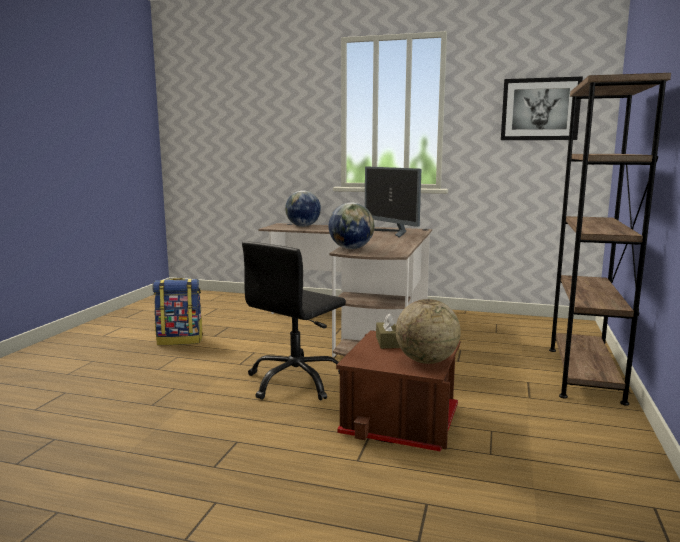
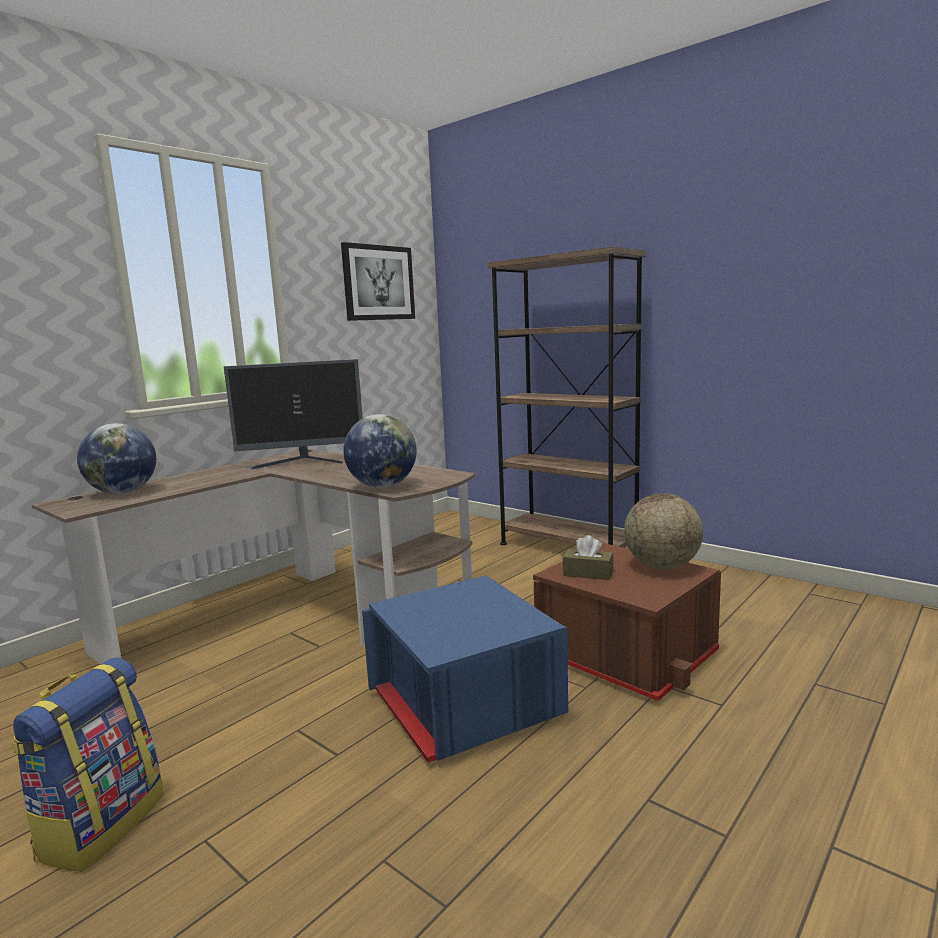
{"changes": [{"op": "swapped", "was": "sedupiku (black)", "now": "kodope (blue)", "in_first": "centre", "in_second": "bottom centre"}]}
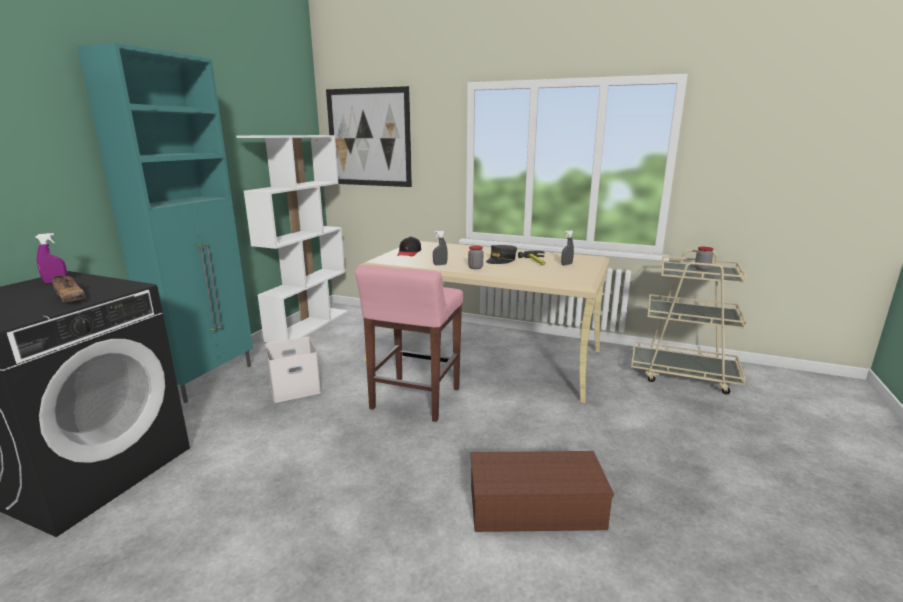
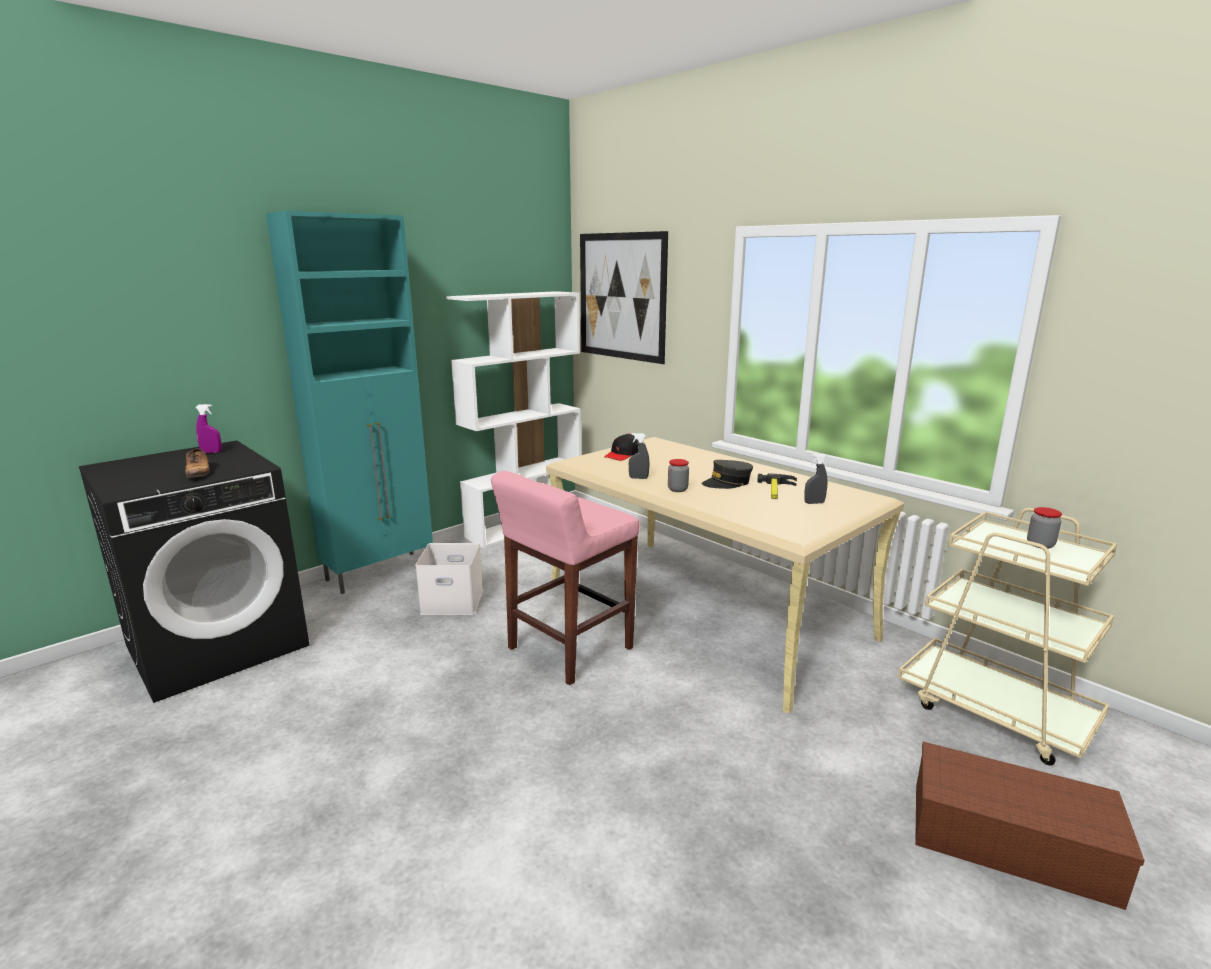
{"changes": [{"op": "shifted", "was": "kodope (brown)", "in_first": "bottom centre", "in_second": "bottom right"}]}
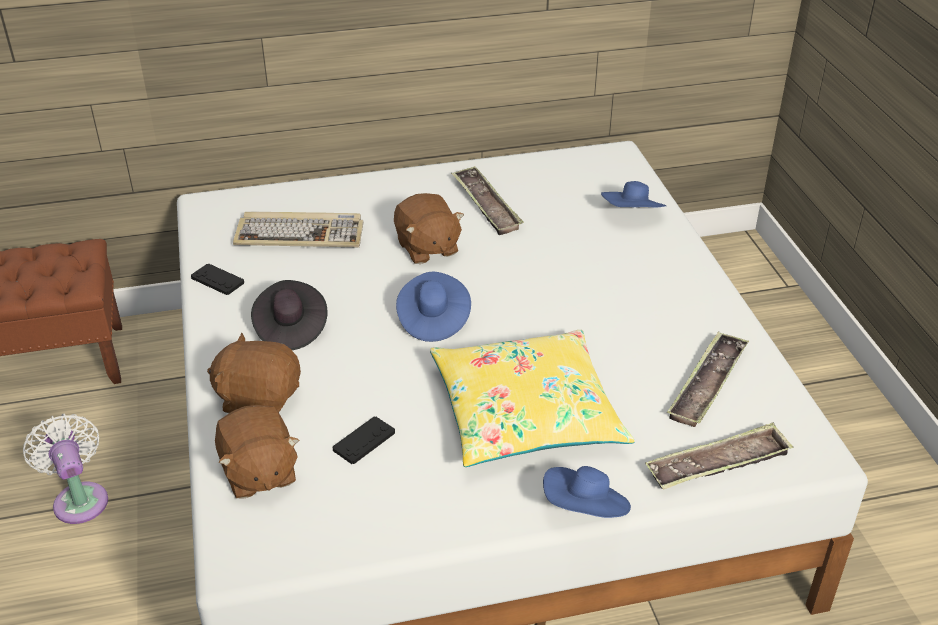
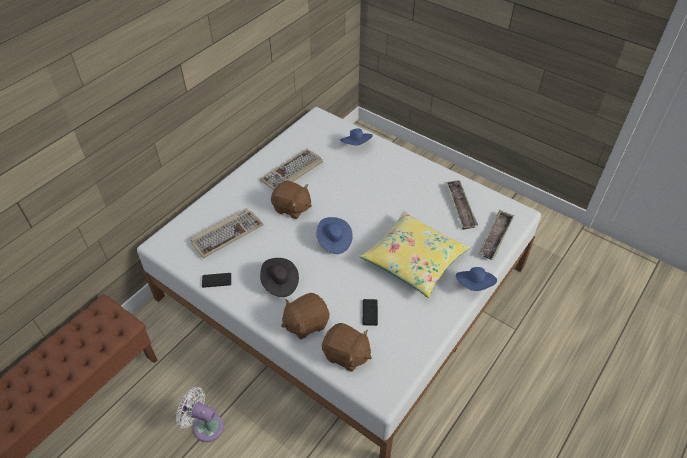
{"changes": [{"op": "swapped", "was": "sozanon (no. 1 from left)", "now": "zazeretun (no. 2 from left)", "in_first": "top centre", "in_second": "centre"}]}
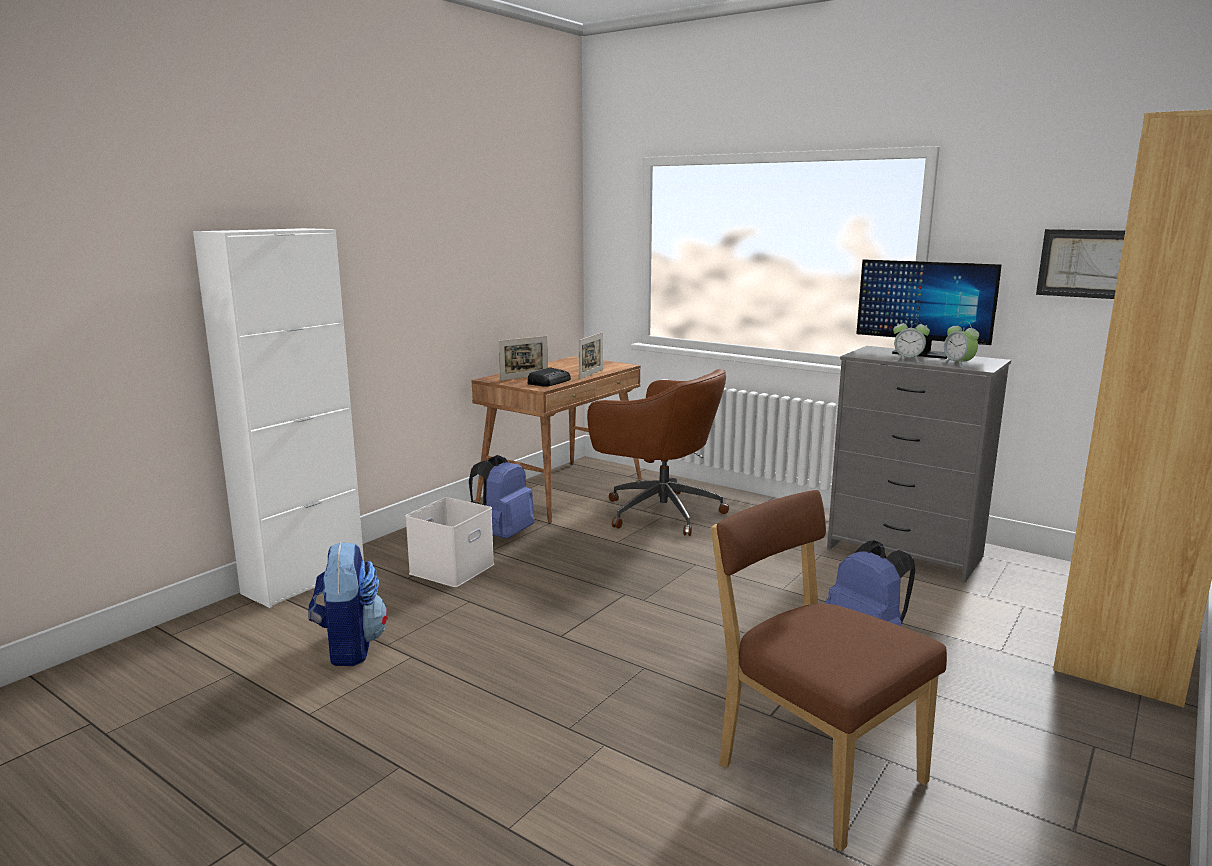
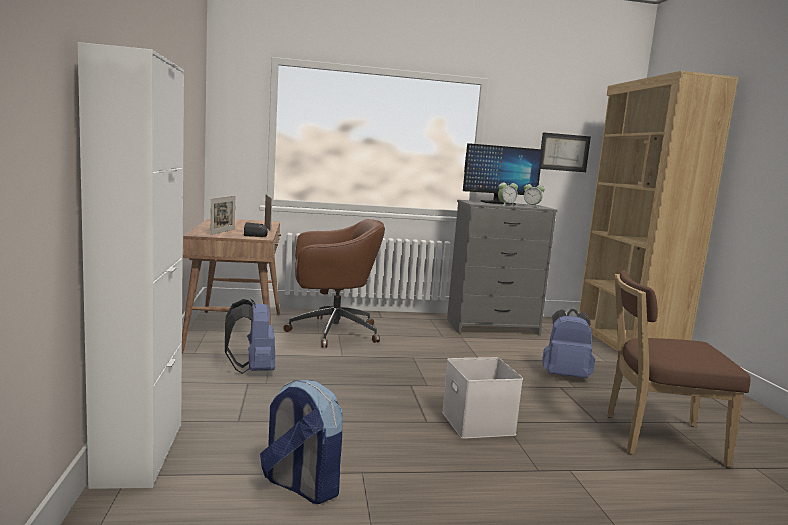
{"changes": [{"op": "shifted", "was": "kodope (white)", "in_first": "centre", "in_second": "bottom centre"}]}
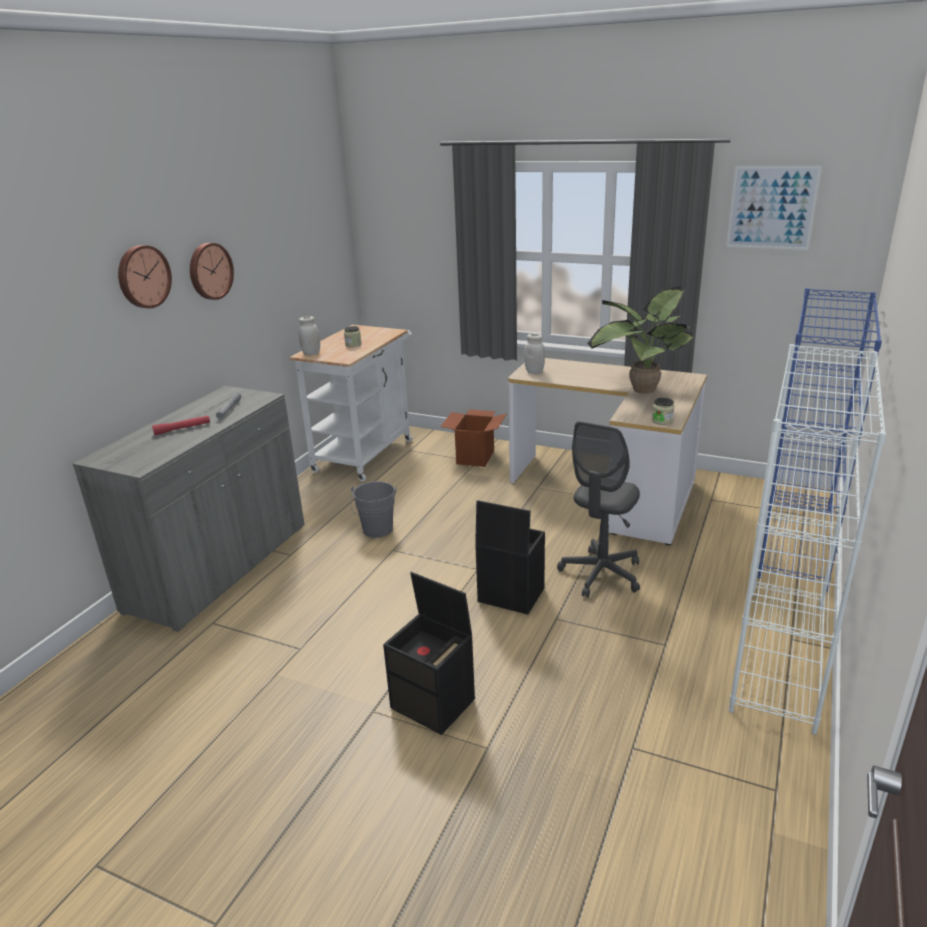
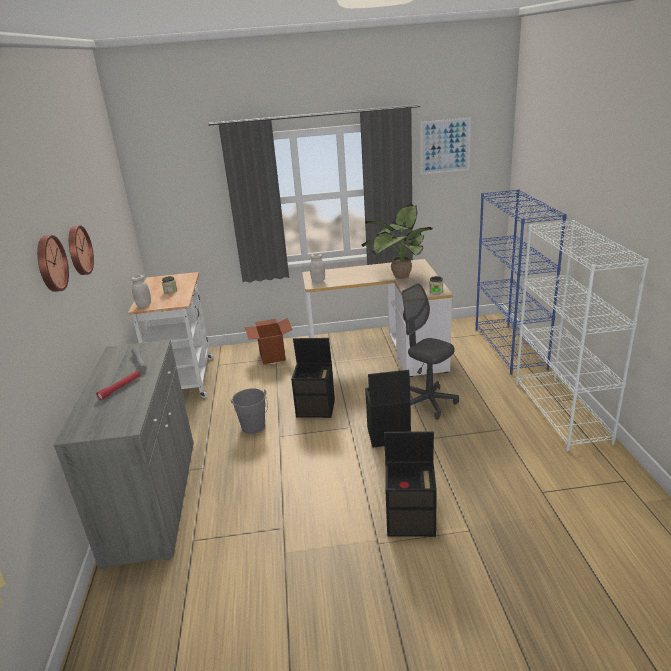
{"changes": [{"op": "rotated", "was": "sedupiku (grey)", "in_first": "centre", "in_second": "centre", "clockwise": 135}, {"op": "new", "now": "kodope (black) (no. 1 from left)", "in_second": "centre"}]}
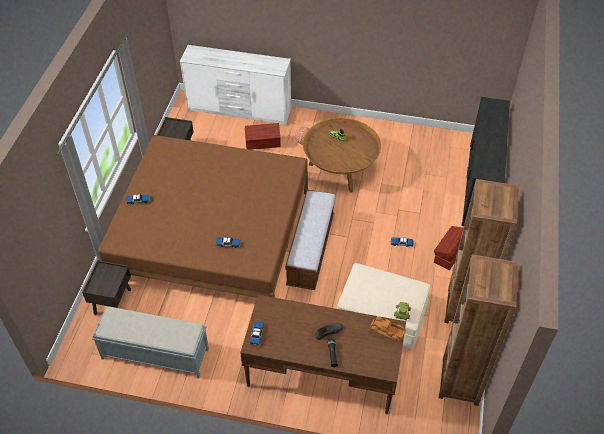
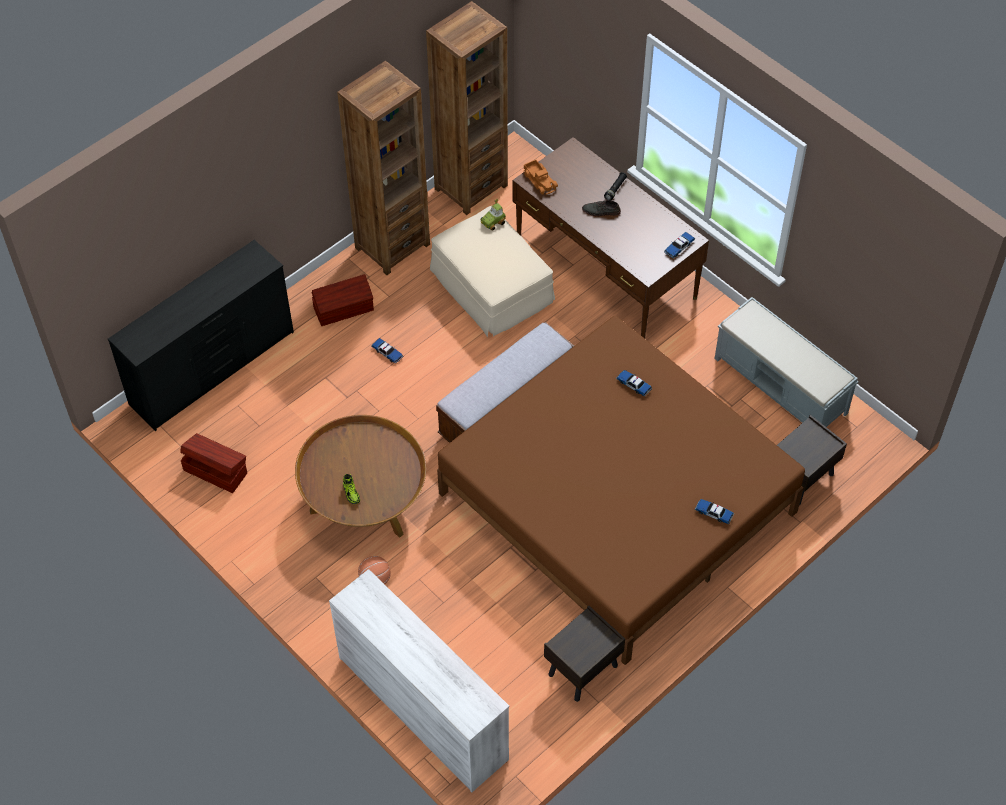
{"changes": [{"op": "shifted", "was": "kodope (brown) (no. 1 from left)", "in_first": "top centre", "in_second": "middle left"}]}
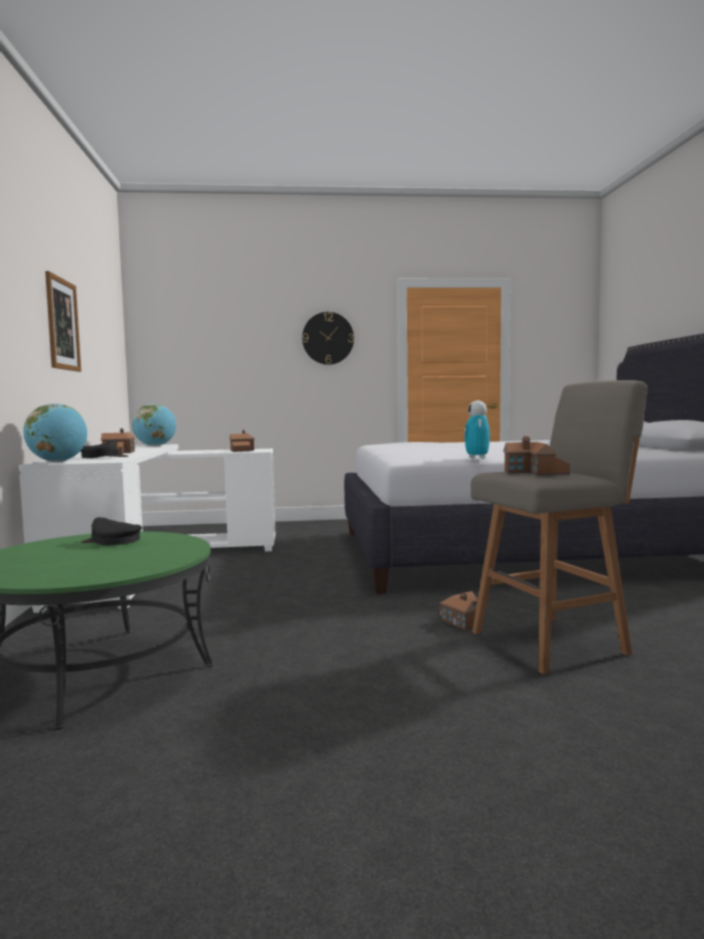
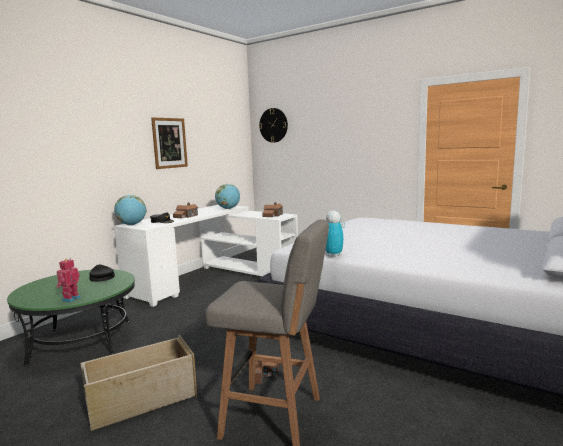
{"changes": [{"op": "shifted", "was": "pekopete", "in_first": "centre", "in_second": "top centre"}, {"op": "gone", "was": "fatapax (no. 4 from left)", "in_first": "middle right"}, {"op": "new", "now": "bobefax (no. 1 from left)", "in_second": "middle left"}, {"op": "new", "now": "kodope (beige)", "in_second": "bottom left"}]}
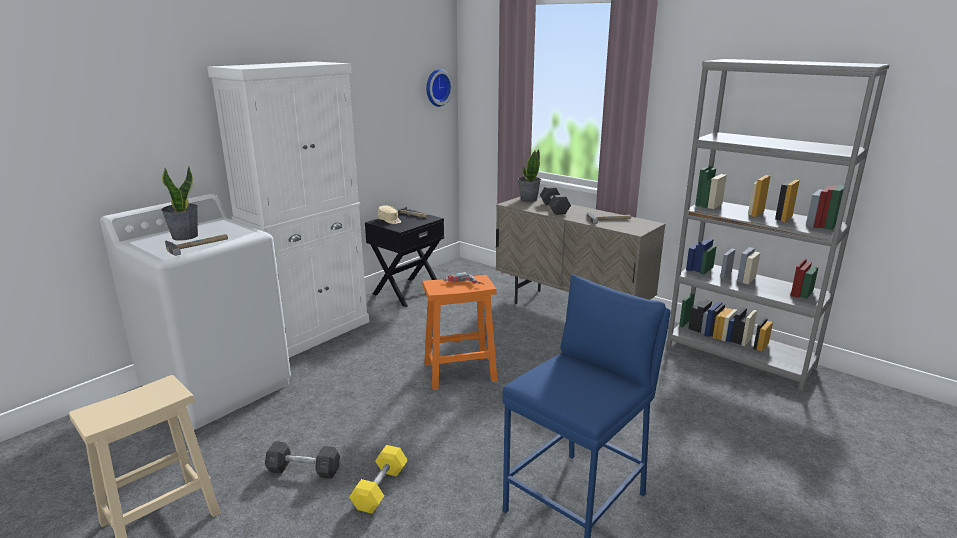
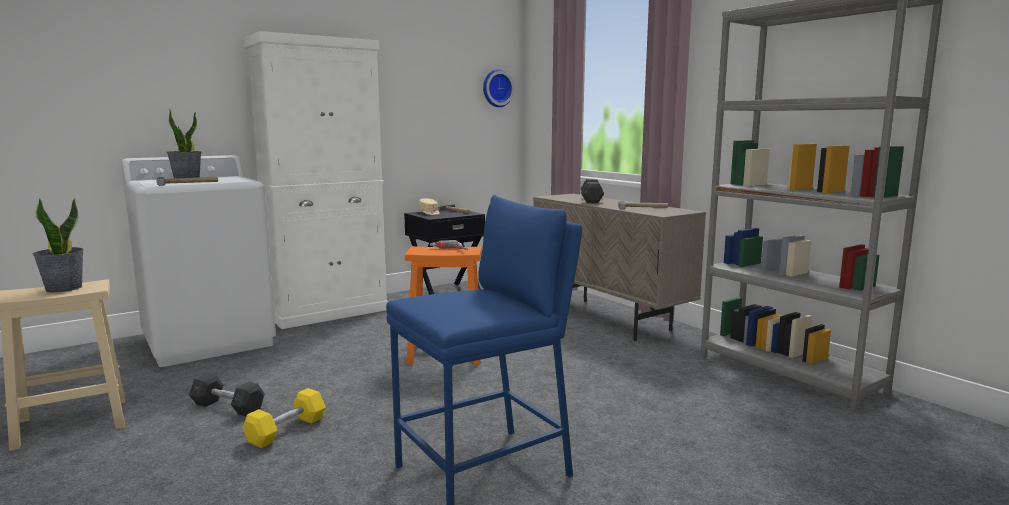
{"changes": [{"op": "shifted", "was": "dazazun (no. 2 from left in the first image)", "now": "dazazun (no. 1 from left)", "in_first": "top centre", "in_second": "middle left"}]}
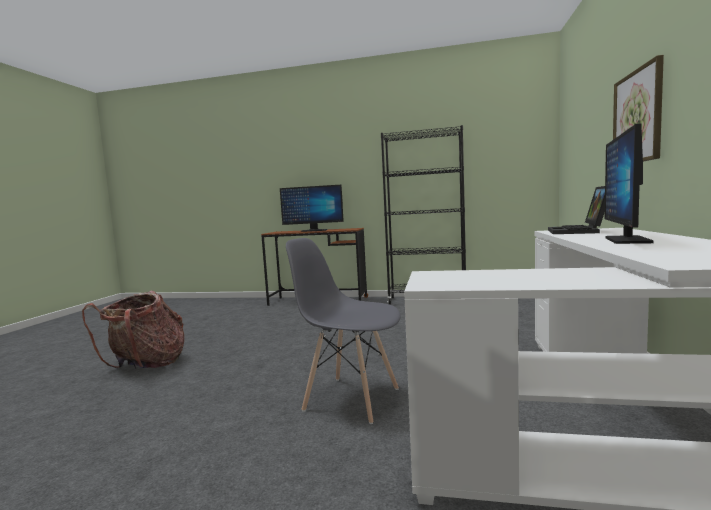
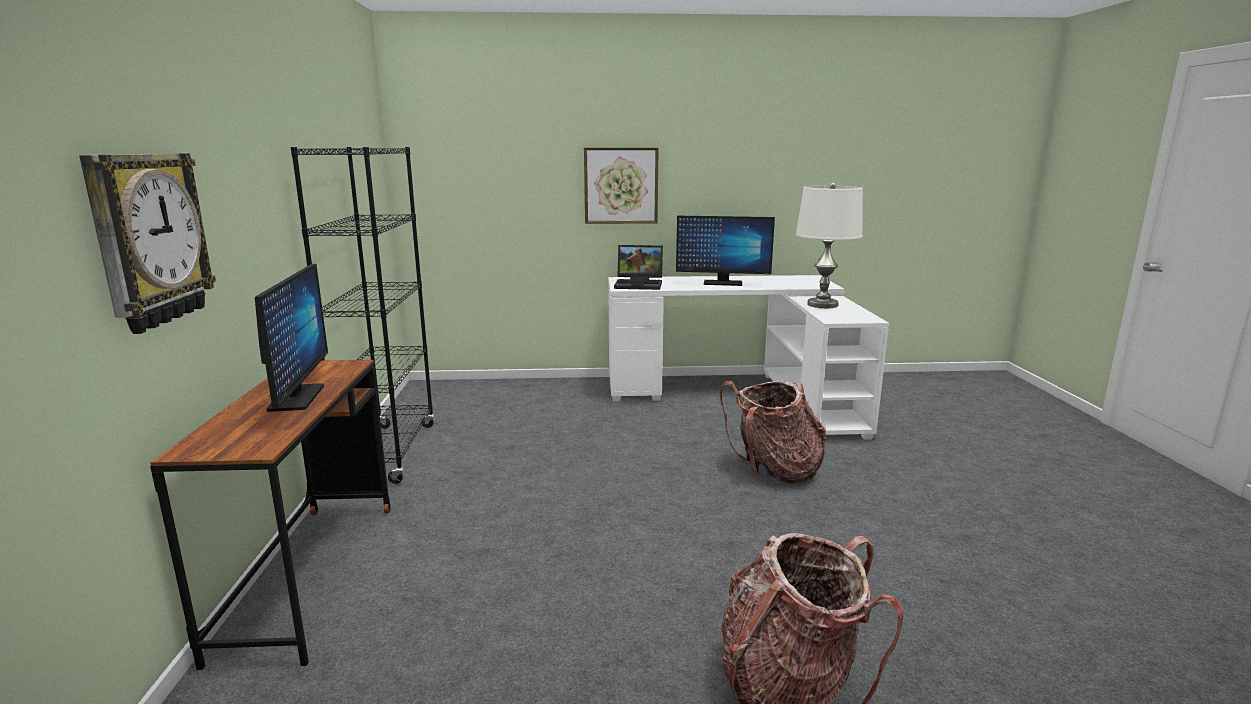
{"changes": [{"op": "swapped", "was": "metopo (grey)", "now": "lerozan (no. 1 from left)", "in_first": "centre", "in_second": "centre"}, {"op": "new", "now": "pekopete", "in_second": "middle left"}, {"op": "new", "now": "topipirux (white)", "in_second": "centre"}]}
